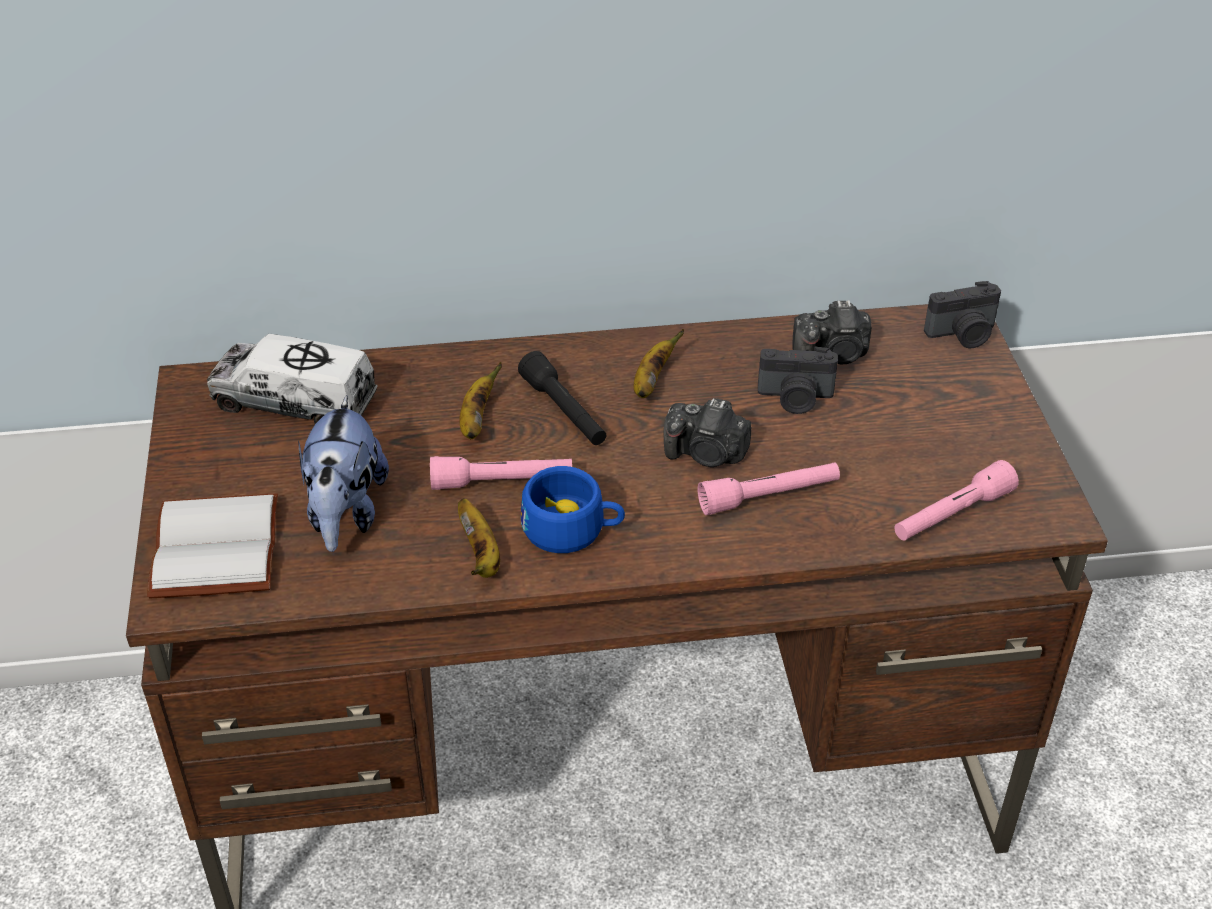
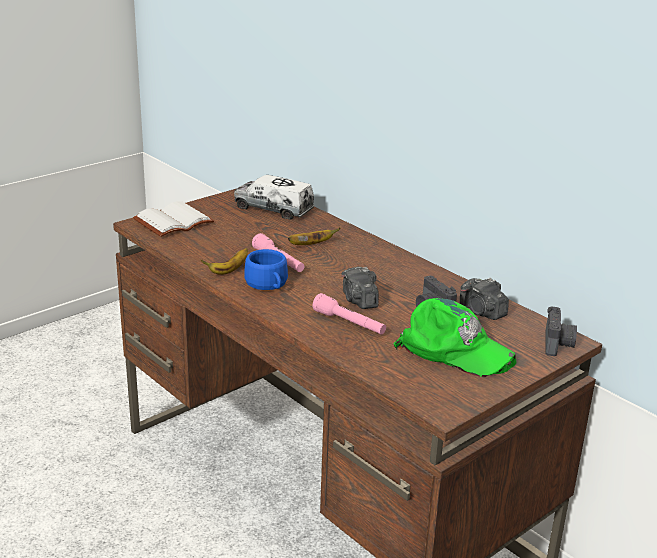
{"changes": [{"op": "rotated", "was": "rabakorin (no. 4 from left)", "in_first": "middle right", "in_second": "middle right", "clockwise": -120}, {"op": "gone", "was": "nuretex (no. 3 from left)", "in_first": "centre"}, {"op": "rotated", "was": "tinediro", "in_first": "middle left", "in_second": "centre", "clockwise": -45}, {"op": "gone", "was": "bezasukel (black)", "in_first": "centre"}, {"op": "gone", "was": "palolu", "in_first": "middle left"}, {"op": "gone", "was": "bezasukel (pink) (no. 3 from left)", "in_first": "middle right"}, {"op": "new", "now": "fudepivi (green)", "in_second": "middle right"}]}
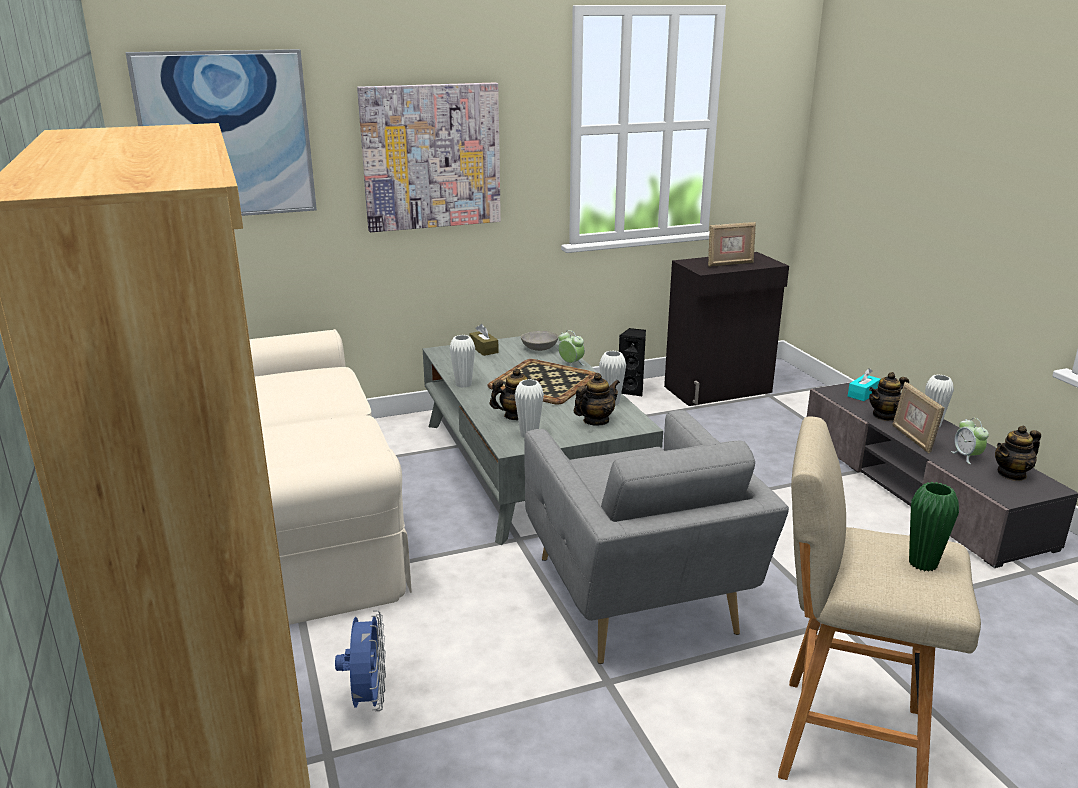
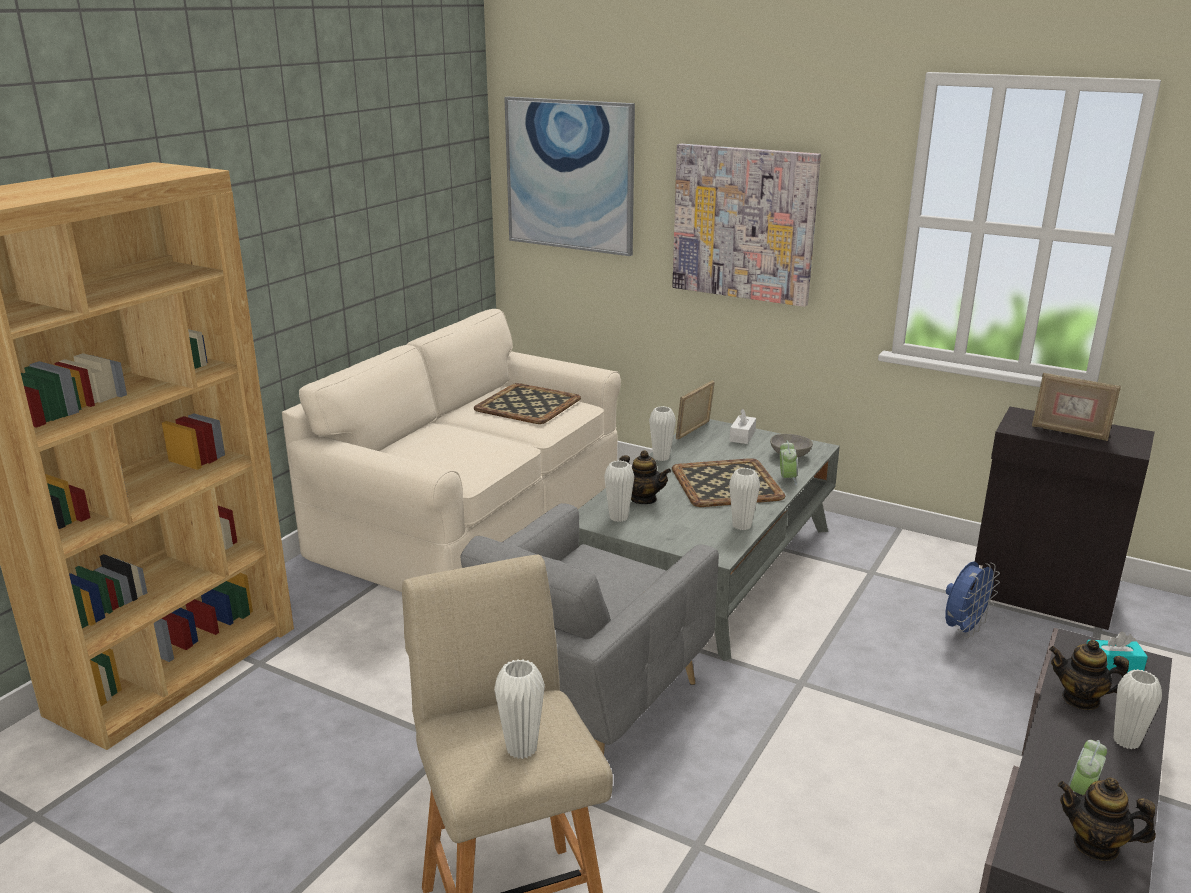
{"changes": [{"op": "repainted", "was": "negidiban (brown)", "now": "negidiban (white)", "in_first": "centre", "in_second": "centre"}, {"op": "gone", "was": "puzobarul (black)", "in_first": "centre"}, {"op": "gone", "was": "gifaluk (no. 2 from left)", "in_first": "centre"}, {"op": "shifted", "was": "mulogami (no. 2 from left in the first image)", "now": "mulogami (no. 1 from left)", "in_first": "middle right", "in_second": "centre"}, {"op": "repainted", "was": "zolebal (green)", "now": "zolebal (white) (no. 1 from left)", "in_first": "bottom right", "in_second": "bottom centre"}, {"op": "shifted", "was": "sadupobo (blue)", "in_first": "bottom centre", "in_second": "bottom right"}, {"op": "new", "now": "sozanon (no. 1 from left)", "in_second": "centre"}]}
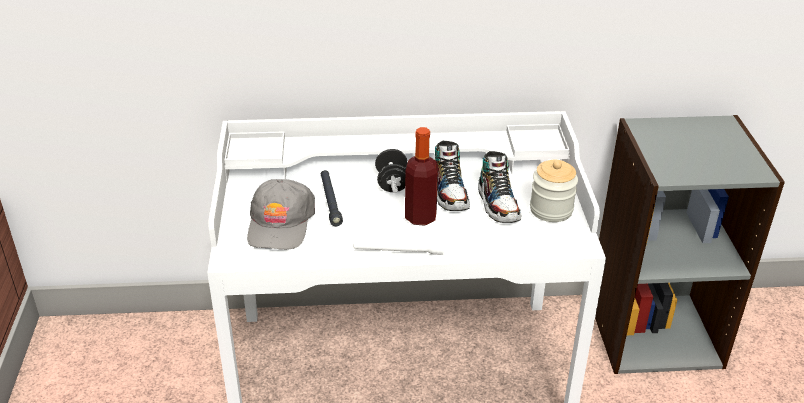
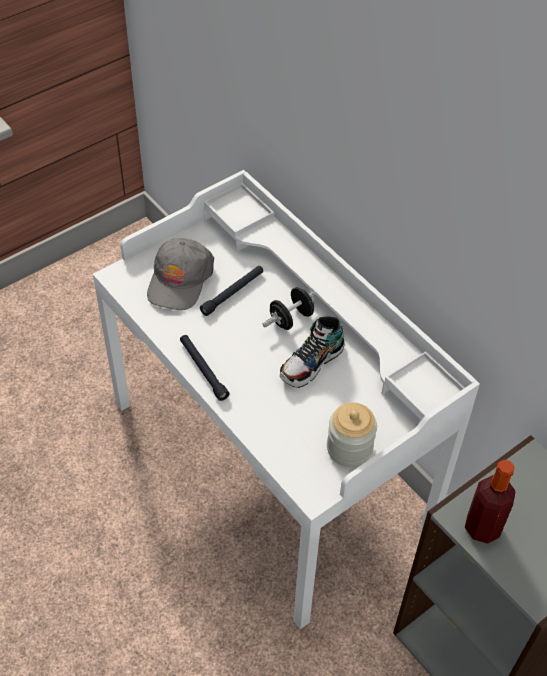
{"changes": [{"op": "shifted", "was": "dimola", "in_first": "centre", "in_second": "bottom right"}, {"op": "gone", "was": "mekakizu (no. 2 from left)", "in_first": "centre"}, {"op": "rotated", "was": "fudepivi (grey)", "in_first": "centre", "in_second": "middle left", "clockwise": -45}, {"op": "repainted", "was": "bezasukel (white)", "now": "bezasukel (black) (no. 1 from left)", "in_first": "centre", "in_second": "centre"}]}
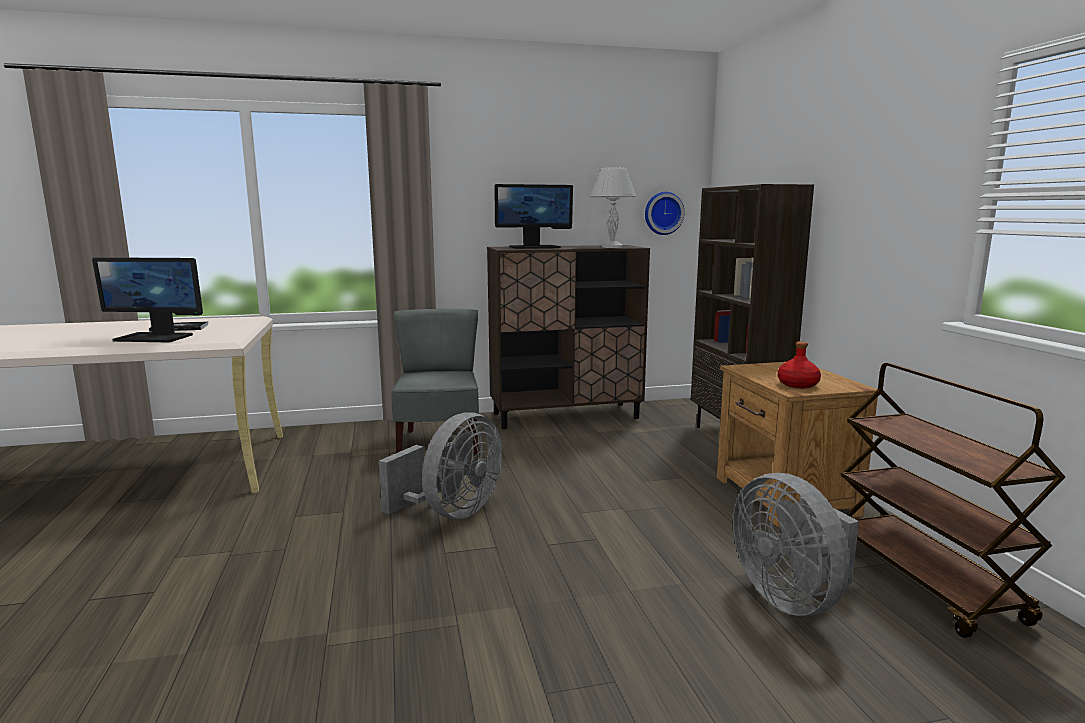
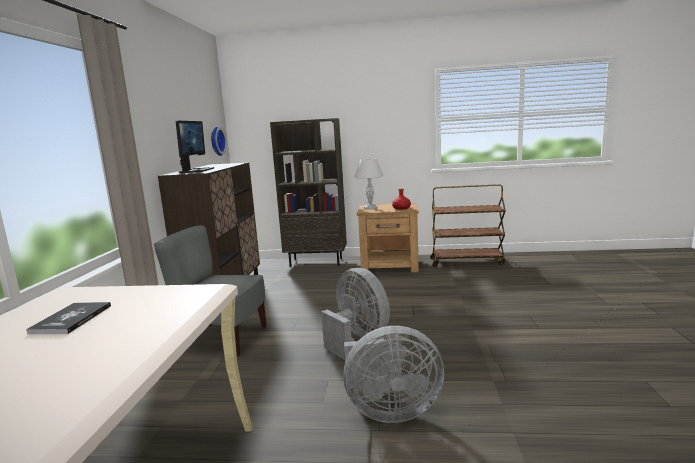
{"changes": [{"op": "shifted", "was": "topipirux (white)", "in_first": "top centre", "in_second": "centre"}, {"op": "gone", "was": "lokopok (no. 1 from left)", "in_first": "middle left"}, {"op": "shifted", "was": "sadupobo (grey) (no. 2 from left)", "in_first": "bottom right", "in_second": "bottom centre"}]}
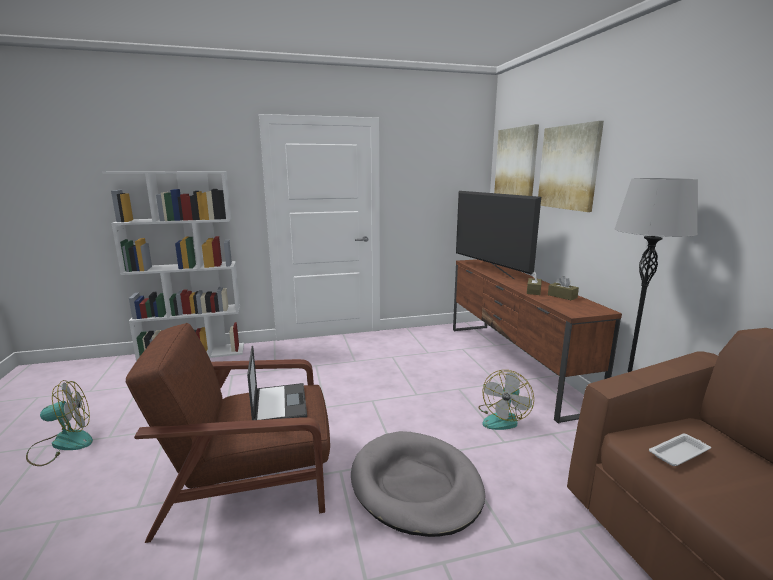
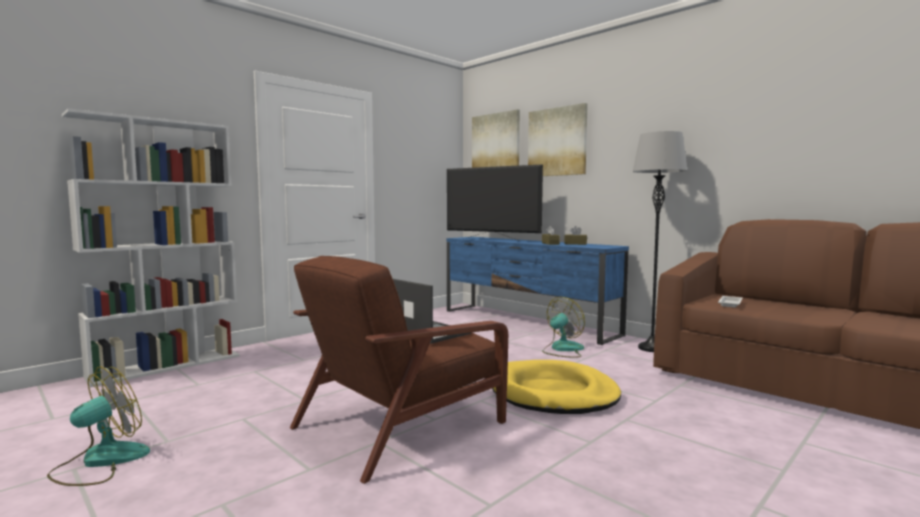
{"changes": [{"op": "repainted", "was": "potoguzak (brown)", "now": "potoguzak (blue)", "in_first": "middle right", "in_second": "centre"}, {"op": "rotated", "was": "sadupobo (no. 2 from left)", "in_first": "bottom centre", "in_second": "centre", "clockwise": -135}, {"op": "repainted", "was": "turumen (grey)", "now": "turumen (yellow)", "in_first": "bottom centre", "in_second": "bottom centre"}]}
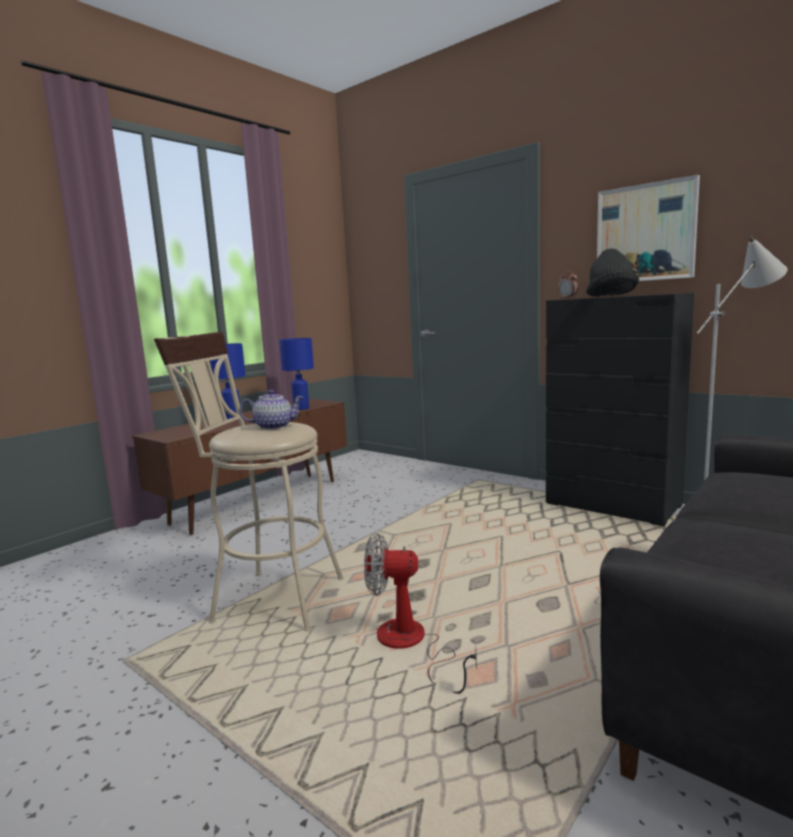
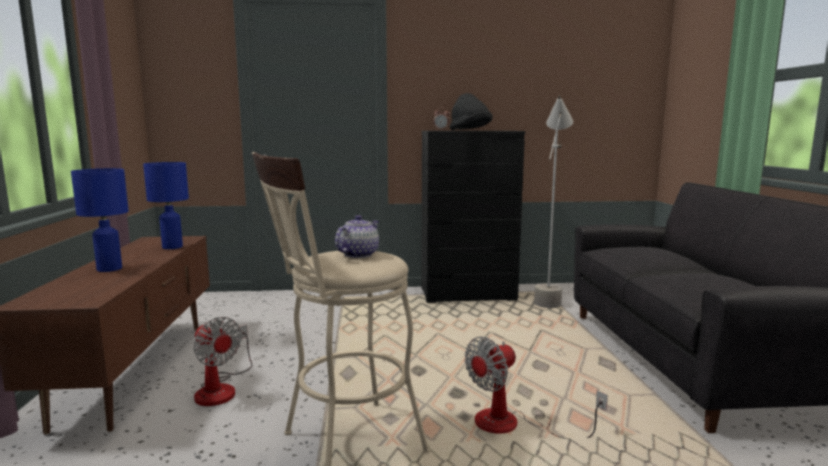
{"changes": [{"op": "gone", "was": "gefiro", "in_first": "top right"}, {"op": "new", "now": "sadupobo (no. 1 from left)", "in_second": "bottom left"}]}
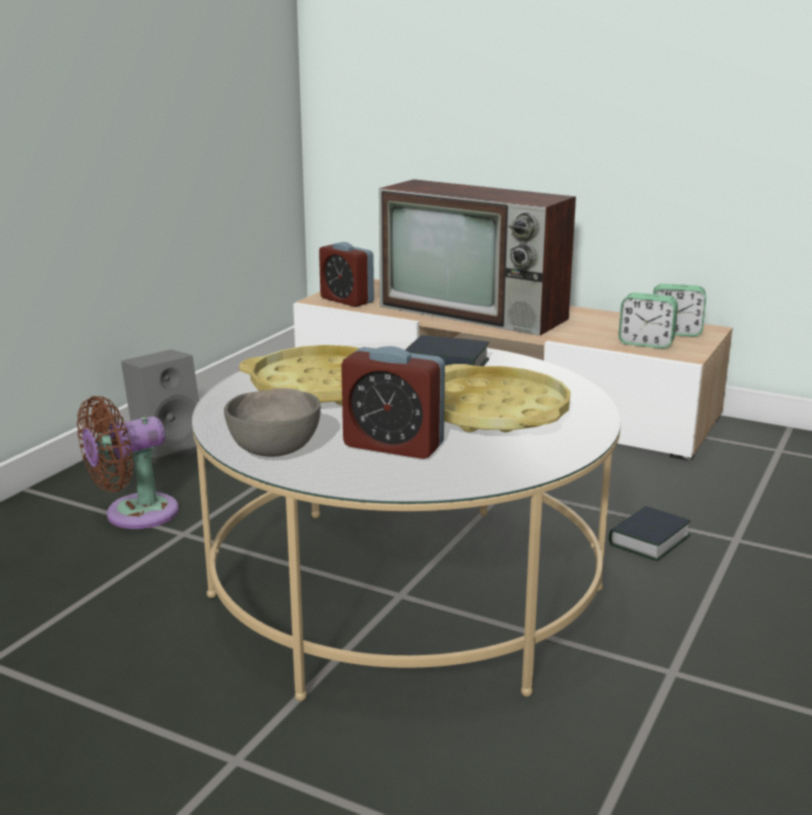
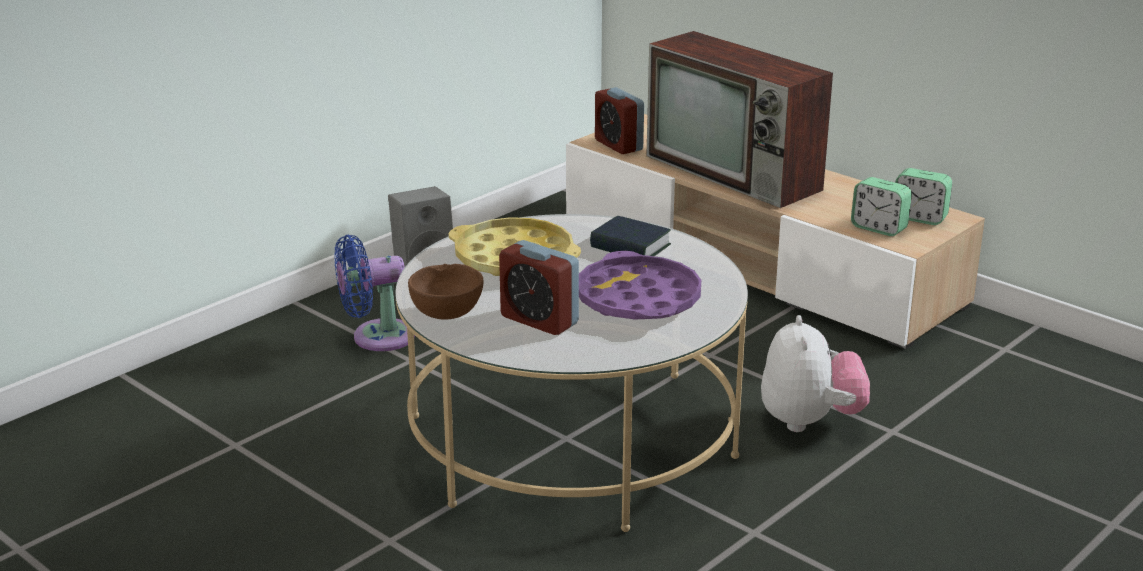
{"changes": [{"op": "repainted", "was": "sozanon (yellow) (no. 2 from left)", "now": "sozanon (purple)", "in_first": "centre", "in_second": "centre"}, {"op": "repainted", "was": "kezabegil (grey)", "now": "kezabegil (brown)", "in_first": "centre", "in_second": "centre"}, {"op": "repainted", "was": "sadupobo (brown)", "now": "sadupobo (blue)", "in_first": "middle left", "in_second": "middle left"}, {"op": "swapped", "was": "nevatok (no. 2 from left)", "now": "palolu", "in_first": "middle right", "in_second": "middle right"}]}
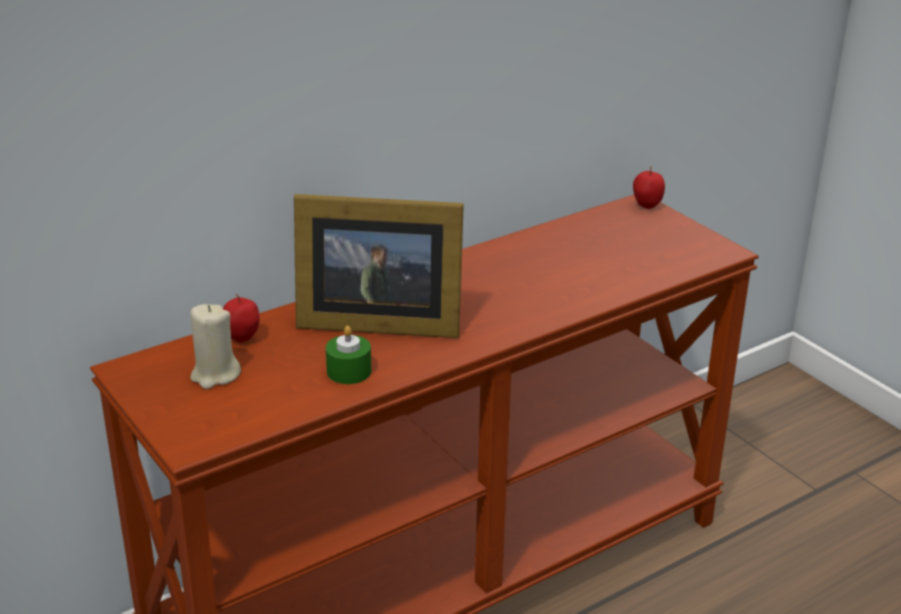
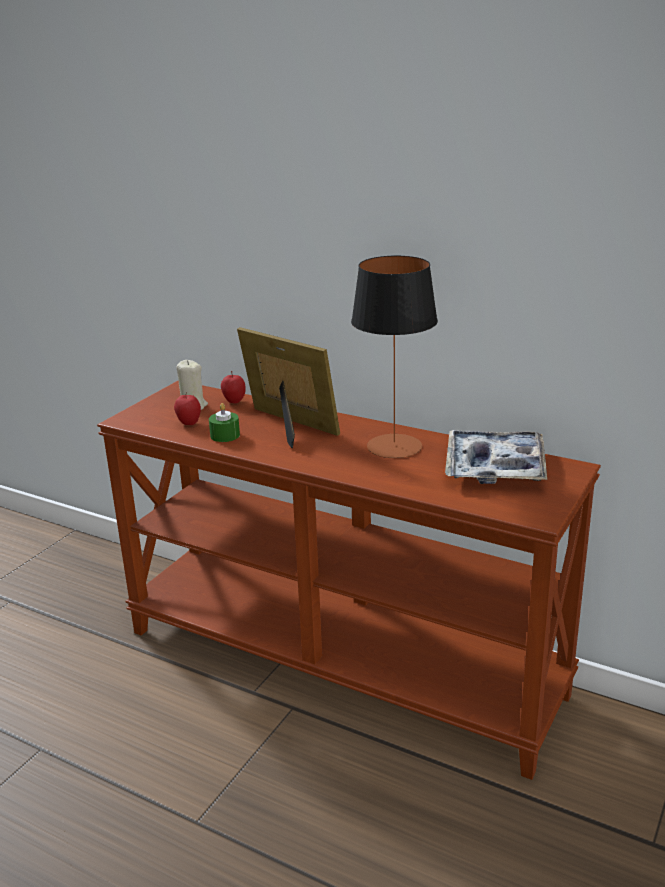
{"changes": [{"op": "shifted", "was": "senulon (no. 2 from left in the first image)", "now": "senulon (no. 1 from left)", "in_first": "top right", "in_second": "middle left"}, {"op": "rotated", "was": "mulogami", "in_first": "centre", "in_second": "centre", "clockwise": 150}, {"op": "new", "now": "topipirux", "in_second": "centre"}, {"op": "new", "now": "sozanon", "in_second": "middle right"}]}
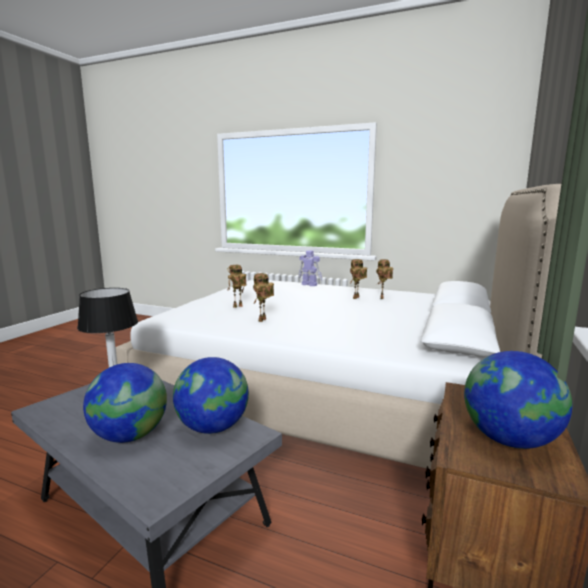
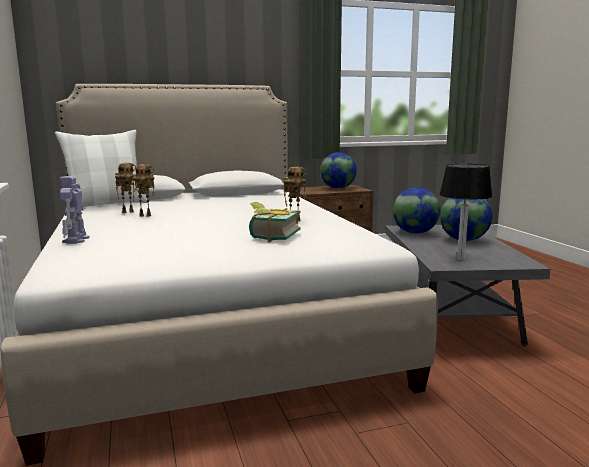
{"changes": [{"op": "swapped", "was": "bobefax (no. 1 from left)", "now": "nevatok", "in_first": "centre", "in_second": "centre"}, {"op": "new", "now": "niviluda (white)", "in_second": "middle left"}]}
